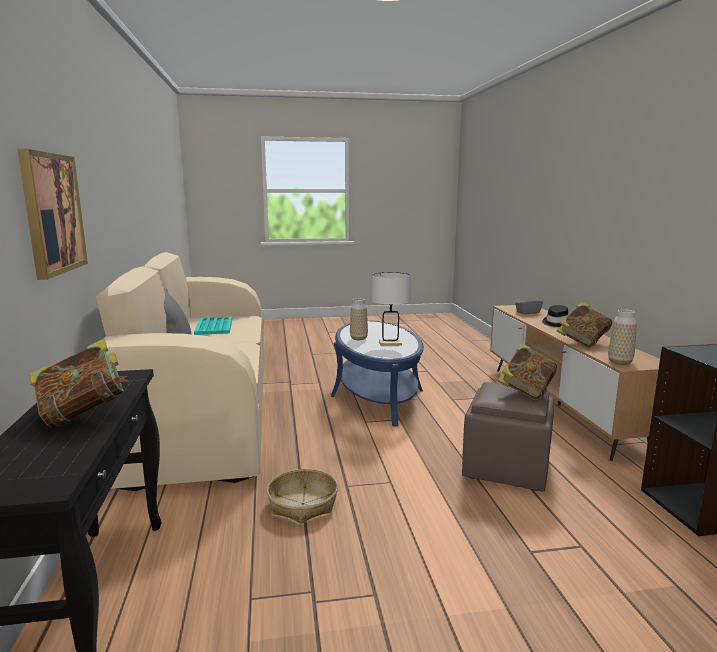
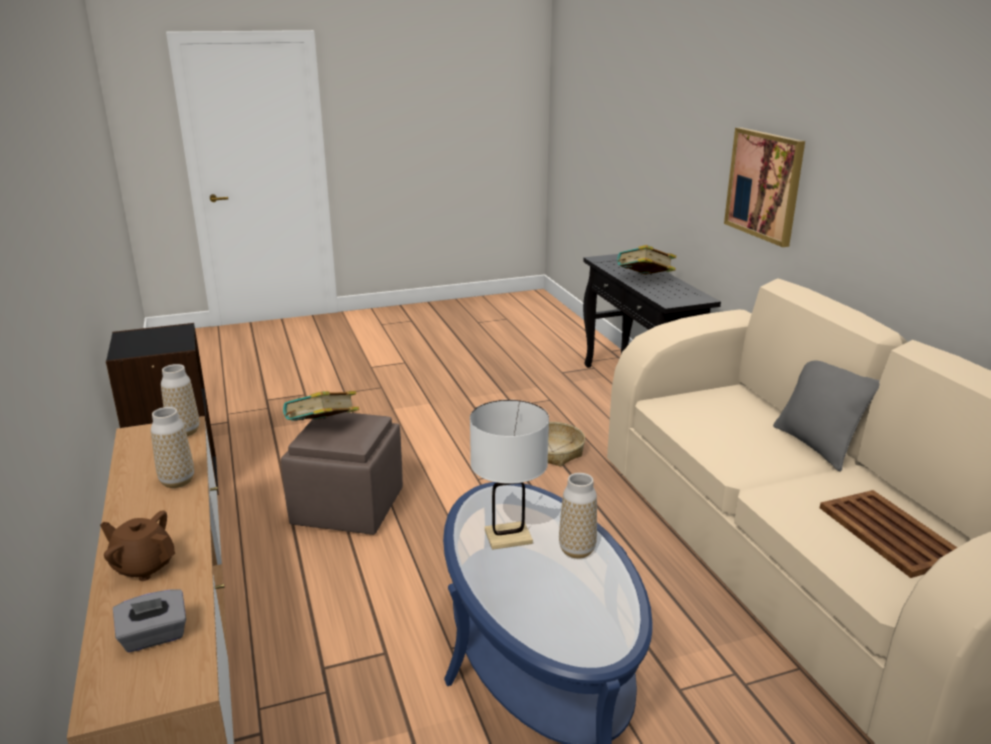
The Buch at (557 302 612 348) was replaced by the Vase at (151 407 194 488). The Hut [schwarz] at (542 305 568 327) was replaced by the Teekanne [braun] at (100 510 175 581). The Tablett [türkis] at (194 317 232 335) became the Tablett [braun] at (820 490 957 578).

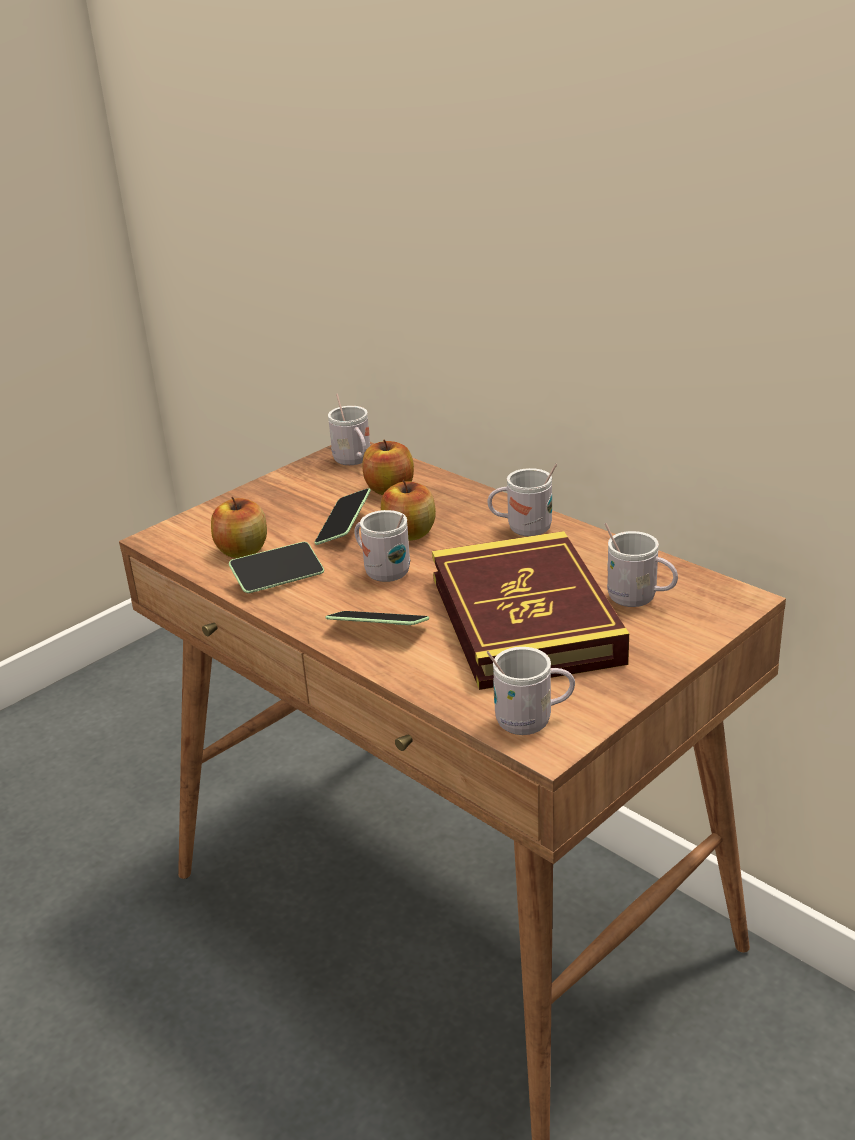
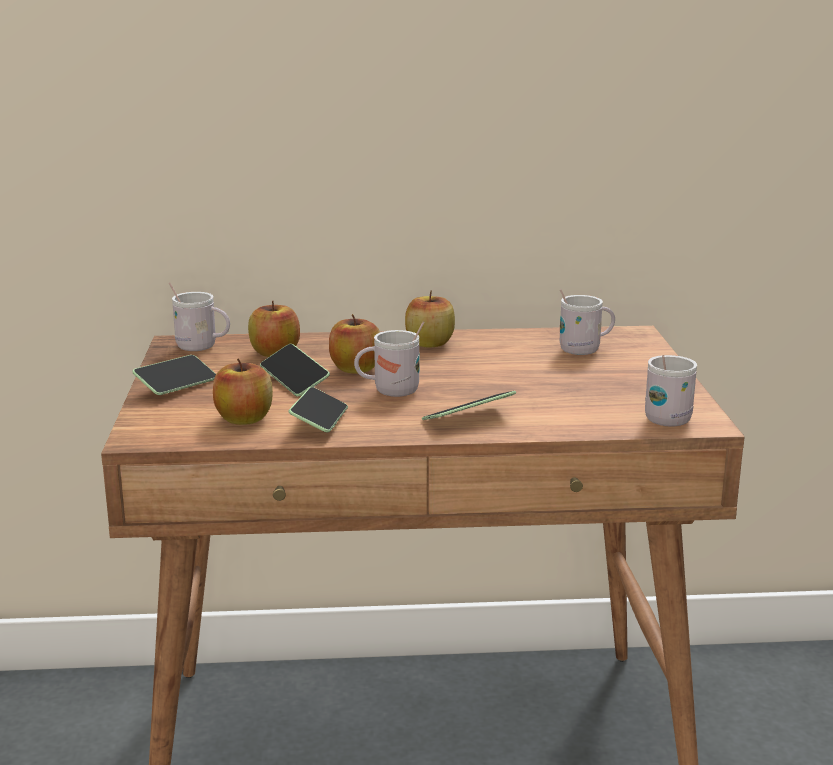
The Henkelbecher [weiß] at (488 464 557 536) was replaced by the Apfel at (405 291 455 348). The Buch at (432 531 629 690) disappeared. The Handy at (132 355 216 395) appeared.

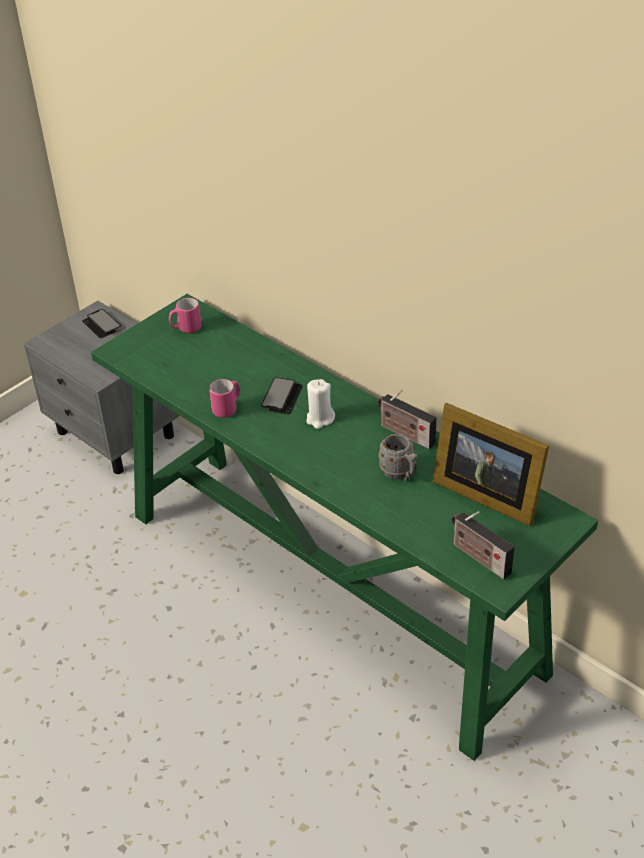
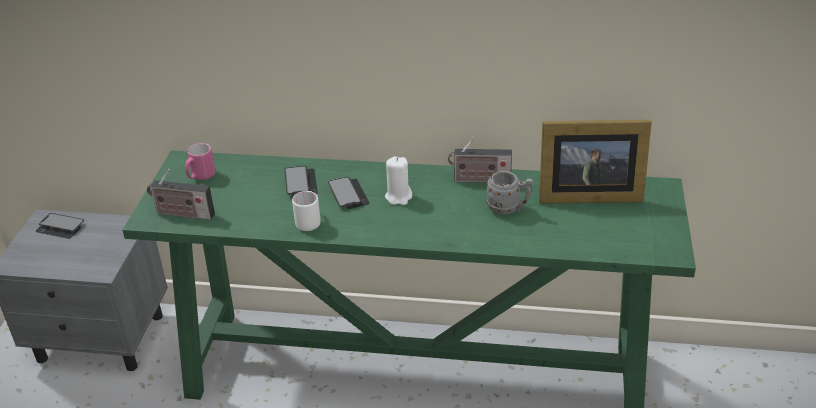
The Henkelbecher [rosa] at (209 379 240 418) became the Henkelbecher [weiß] at (292 191 321 231). The Radio moved from (451 511 514 580) to (147 169 215 220). The Handy at (284 166 318 195) appeared.

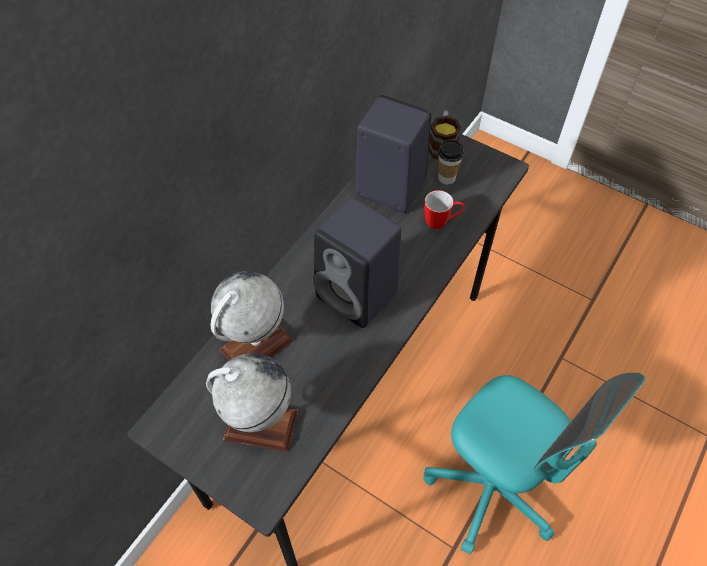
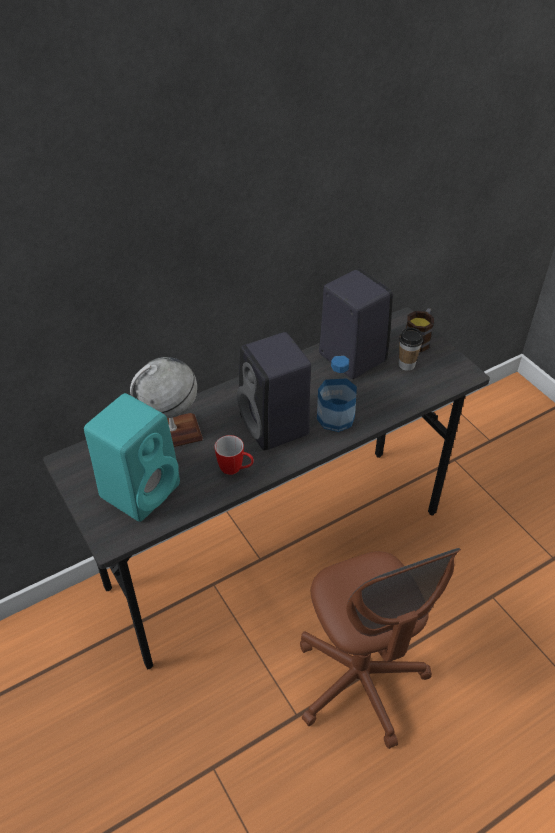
The Henkelbecher moved from (424 190 464 229) to (215 435 254 475). The Globus at (206 353 298 452) was replaced by the Lautsprecher [türkis] at (84 393 180 522). The Bürostuhl [türkis] at (423 373 645 554) became the Bürostuhl [braun] at (300 548 461 749). The Flasche at (317 356 357 432) appeared.

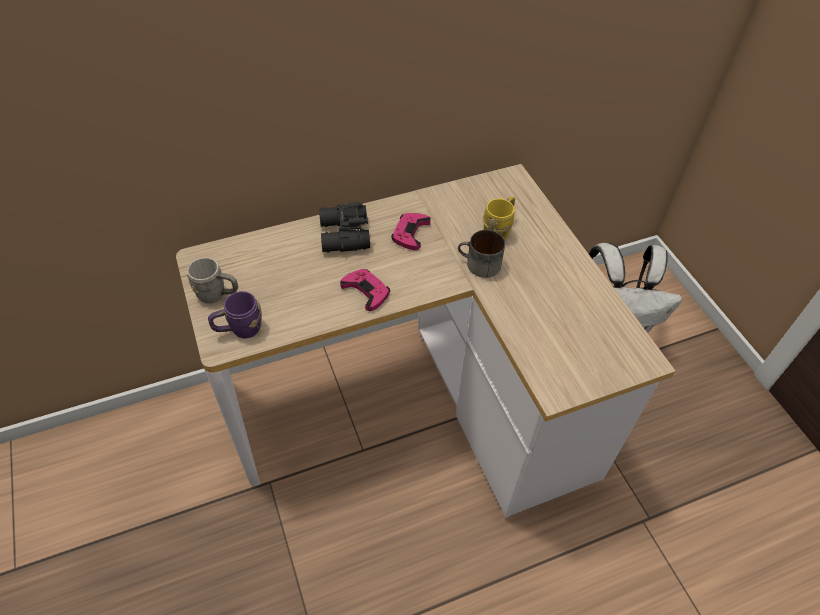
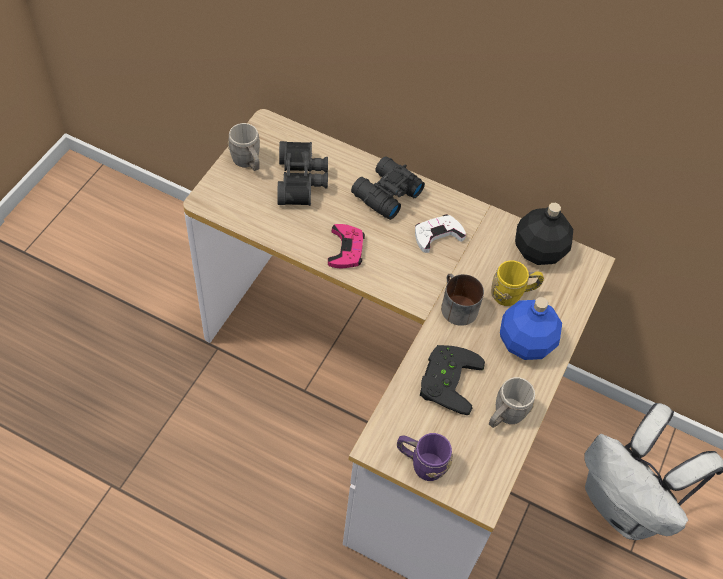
The Gamepad [rosa] at (391 213 431 250) became the Gamepad [weiß] at (415 214 466 253). The Henkelbecher [lila] moved from (208 291 262 338) to (397 433 453 481). The Fernglas [schwarz] at (277 141 328 206) appeared. The Flasche [schwarz] at (515 203 573 265) appeared. The Flasche [blau] at (500 297 562 360) appeared. The Gamepad [schwarz] at (420 345 485 415) appeared. The Henkelbecher [grau] at (489 377 535 428) appeared.

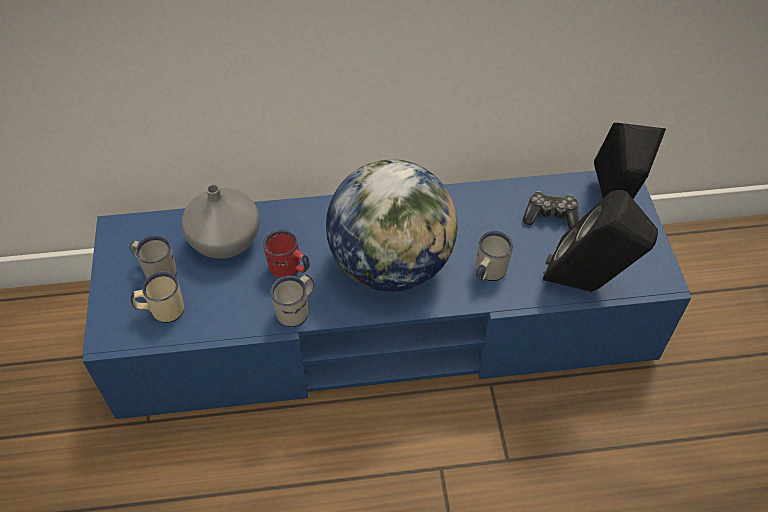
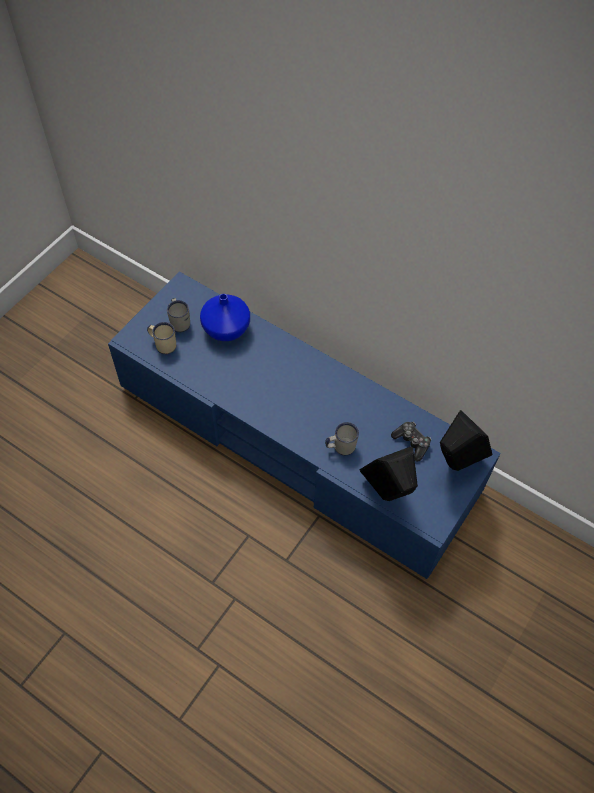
The Globus at (326 159 458 292) disappeared. The Vase [grau] at (181 184 260 259) became the Vase [blau] at (200 294 250 341). The Henkelbecher [rot] at (263 229 310 279) disappeared. The Henkelbecher [weiß] at (270 274 314 327) disappeared.

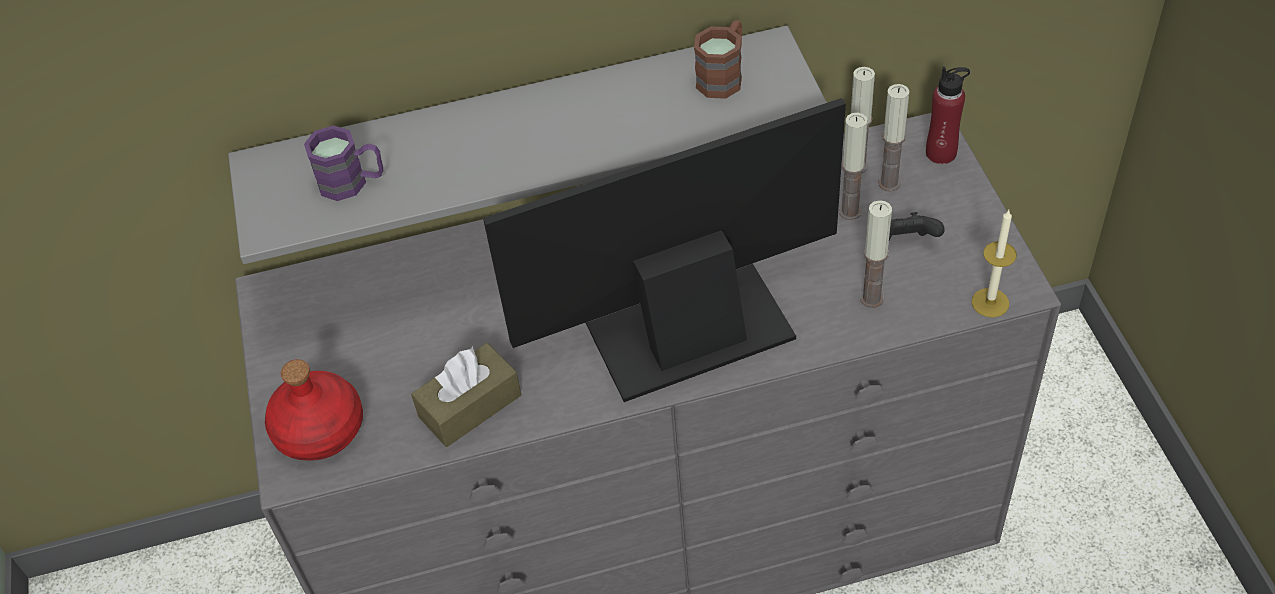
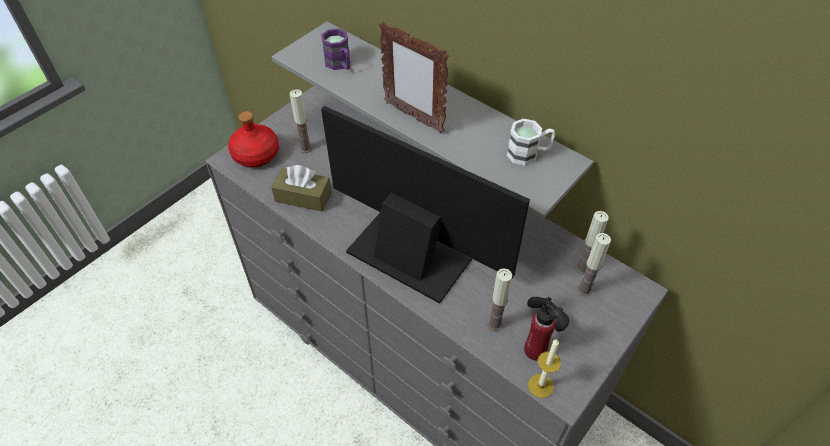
The Henkelbecher [braun] at (694 20 742 99) became the Henkelbecher [weiß] at (507 119 555 166). The Flasche [rot] moved from (926 67 970 164) to (524 301 556 361). The Kerze moved from (839 113 868 220) to (290 89 312 153). The Bilderrahmen at (379 21 449 133) appeared.

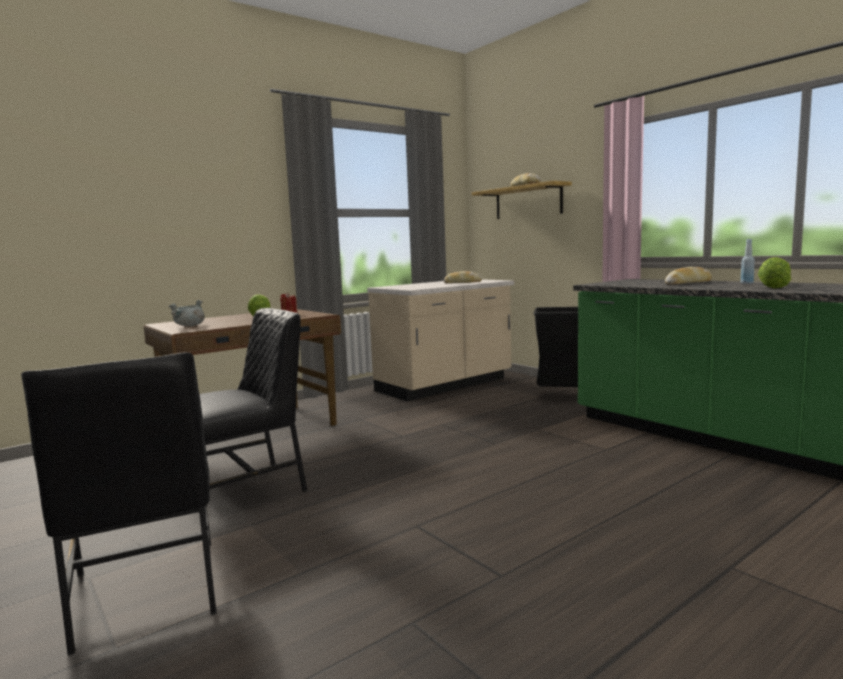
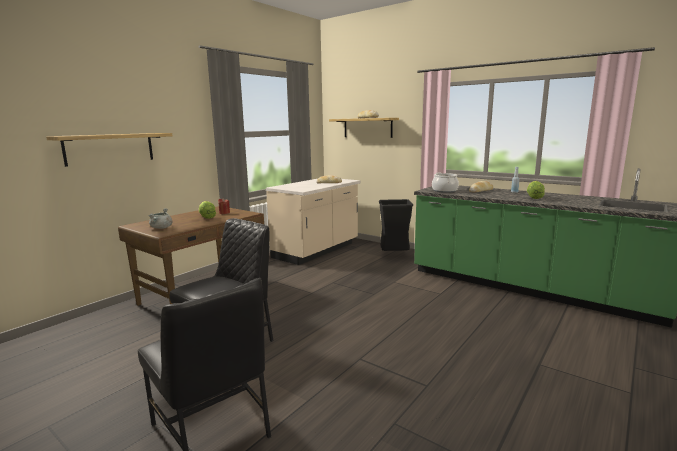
The Wandregal at (46 133 172 167) appeared. The Kochtopf at (432 173 459 193) appeared.

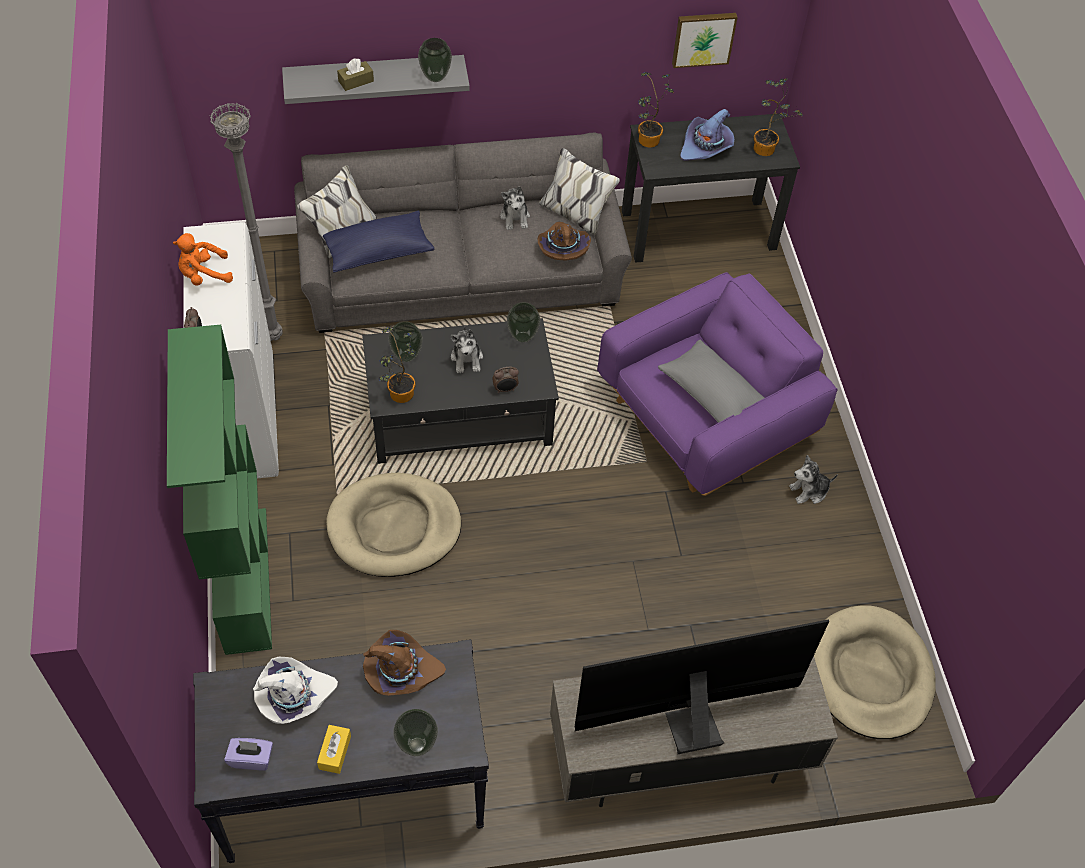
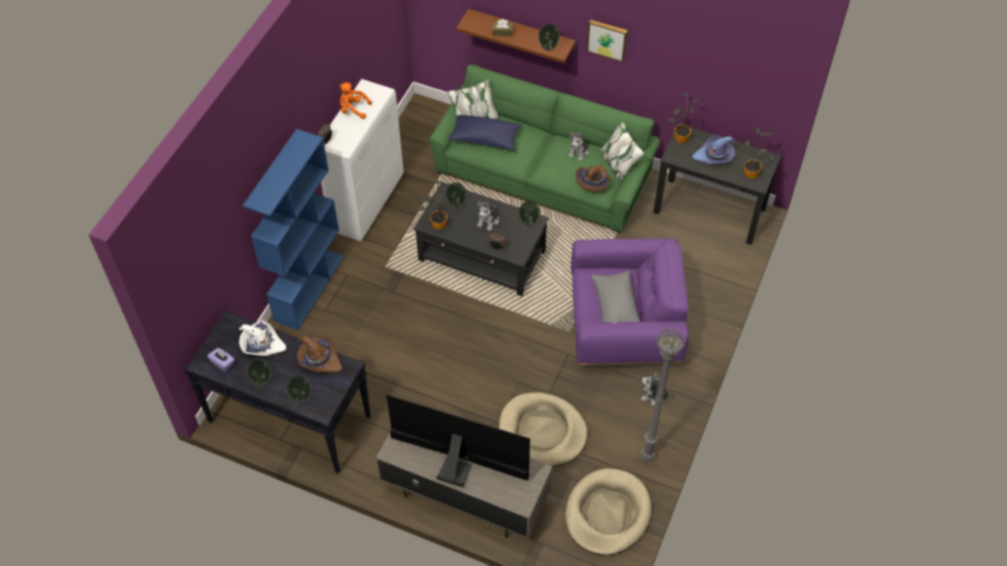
The Bild moved from (672 13 738 68) to (587 20 628 62). The Wandregal [grau] at (282 55 470 104) became the Wandregal [braun] at (456 9 576 63). The Stehlampe [grau] moved from (210 103 283 341) to (641 328 685 462). The Sofa [grau] at (294 132 632 333) became the Sofa [grün] at (429 64 660 233). The Bücherregal [grün] at (167 325 272 655) became the Bücherregal [blau] at (243 129 344 330). The Hundebett [beige] moved from (326 473 461 577) to (499 392 588 466). The Taschentuchbox [gelb] at (317 725 351 774) was replaced by the Vase at (246 358 271 386).

